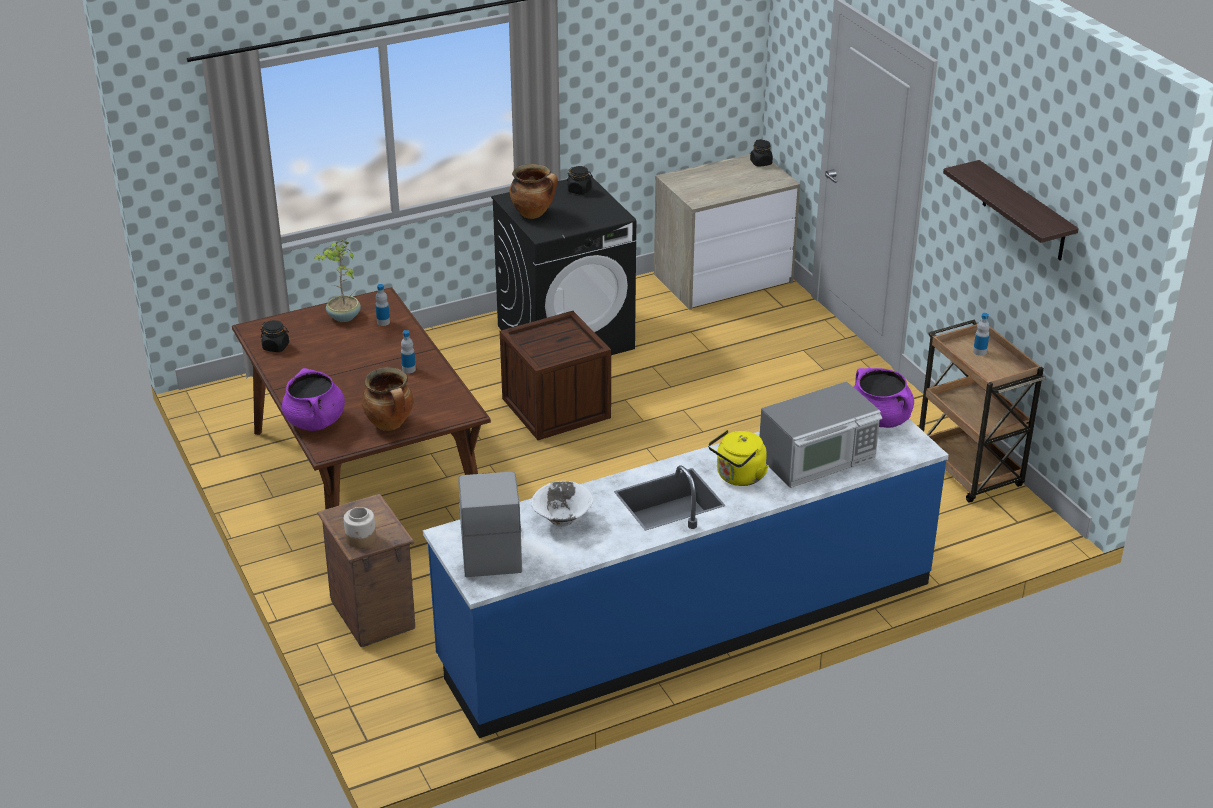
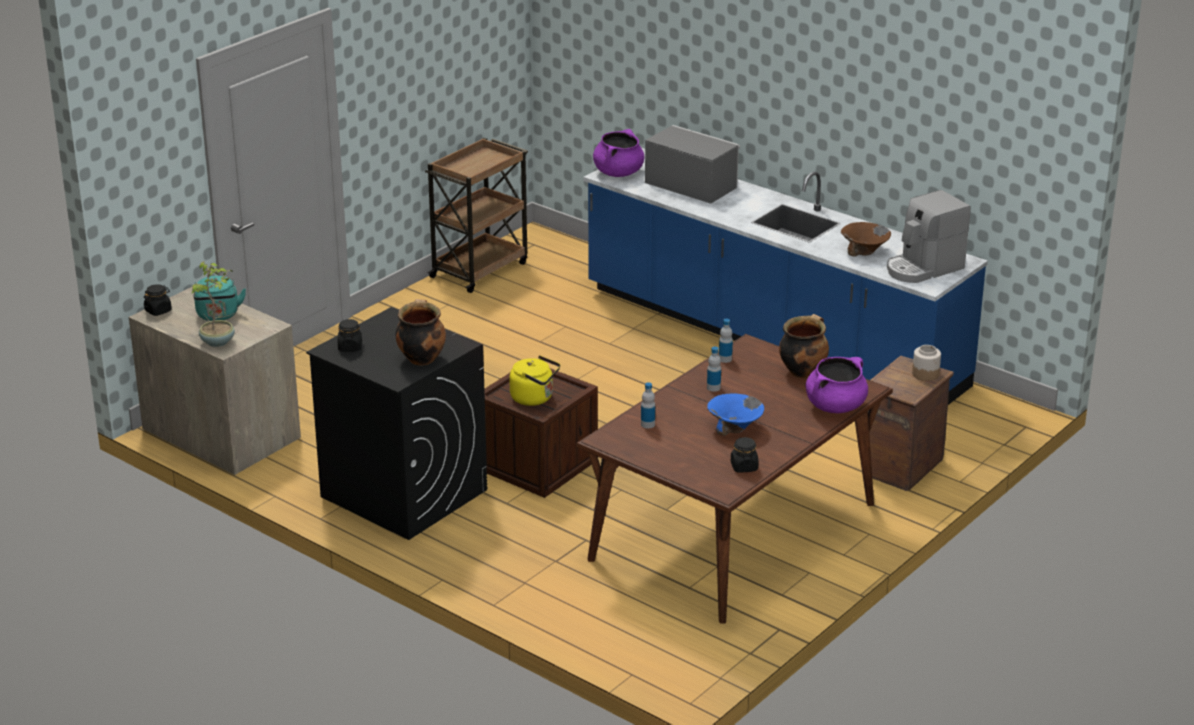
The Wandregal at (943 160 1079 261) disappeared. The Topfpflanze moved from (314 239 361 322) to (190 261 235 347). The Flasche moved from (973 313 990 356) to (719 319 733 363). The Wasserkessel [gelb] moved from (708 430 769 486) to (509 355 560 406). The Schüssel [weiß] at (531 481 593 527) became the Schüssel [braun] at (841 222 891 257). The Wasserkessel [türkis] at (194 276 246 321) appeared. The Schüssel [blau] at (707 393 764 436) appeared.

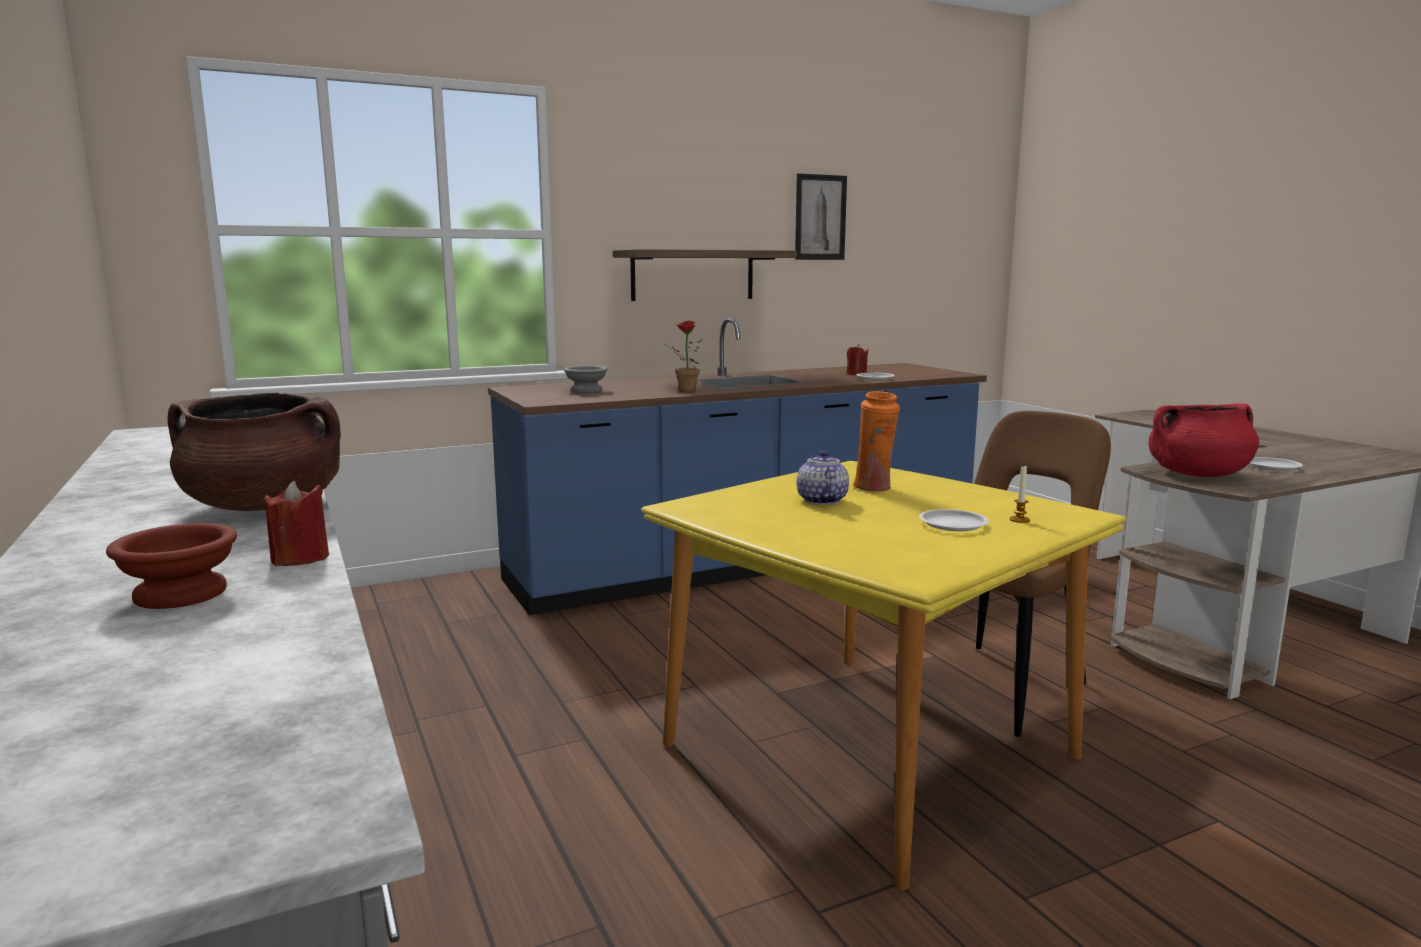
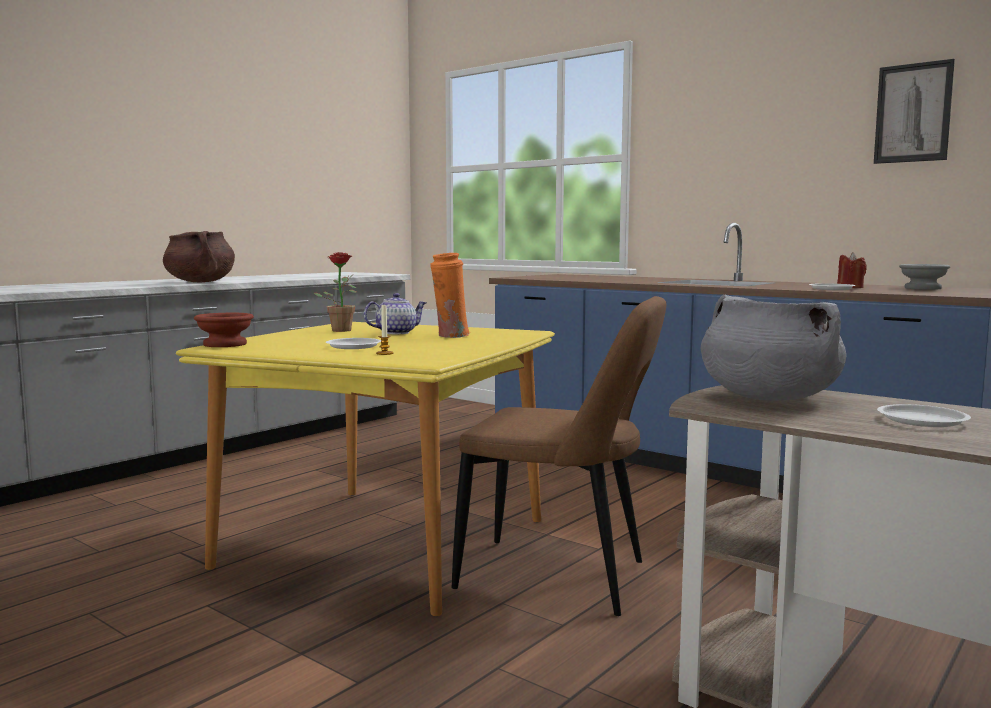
The Wandregal at (613 249 797 301) disappeared. The Topfpflanze moved from (662 321 701 392) to (313 252 356 332). The Schüssel [grau] moved from (564 366 608 393) to (899 264 950 290). The Kochtopf [rot] at (1149 403 1259 477) became the Kochtopf [grau] at (701 295 846 401). The Kerze [rot] at (264 481 329 566) disappeared. The Schüssel [braun] moved from (106 523 237 609) to (194 313 254 347).

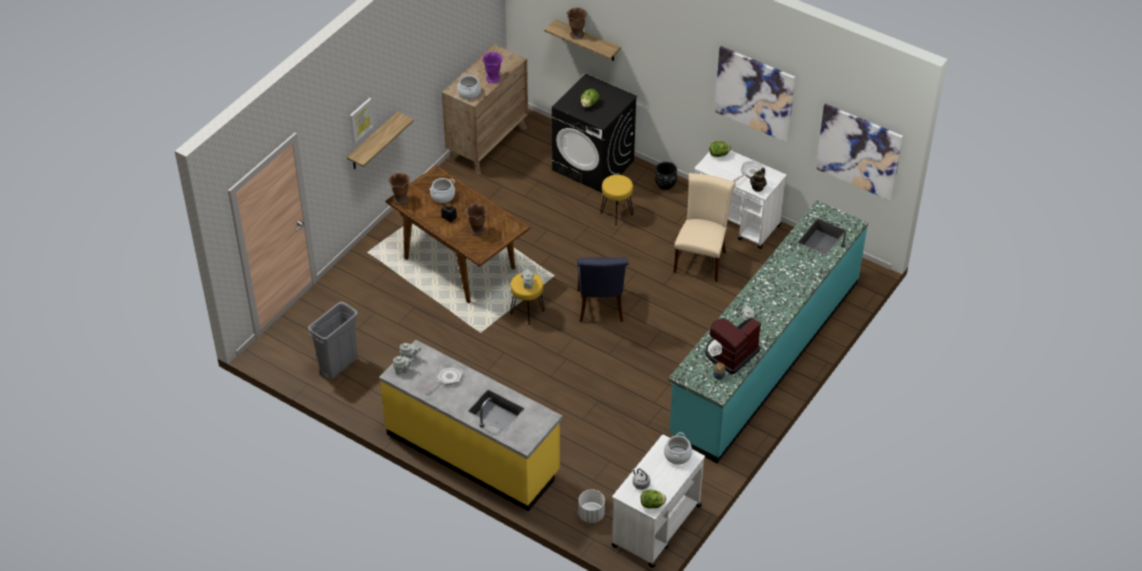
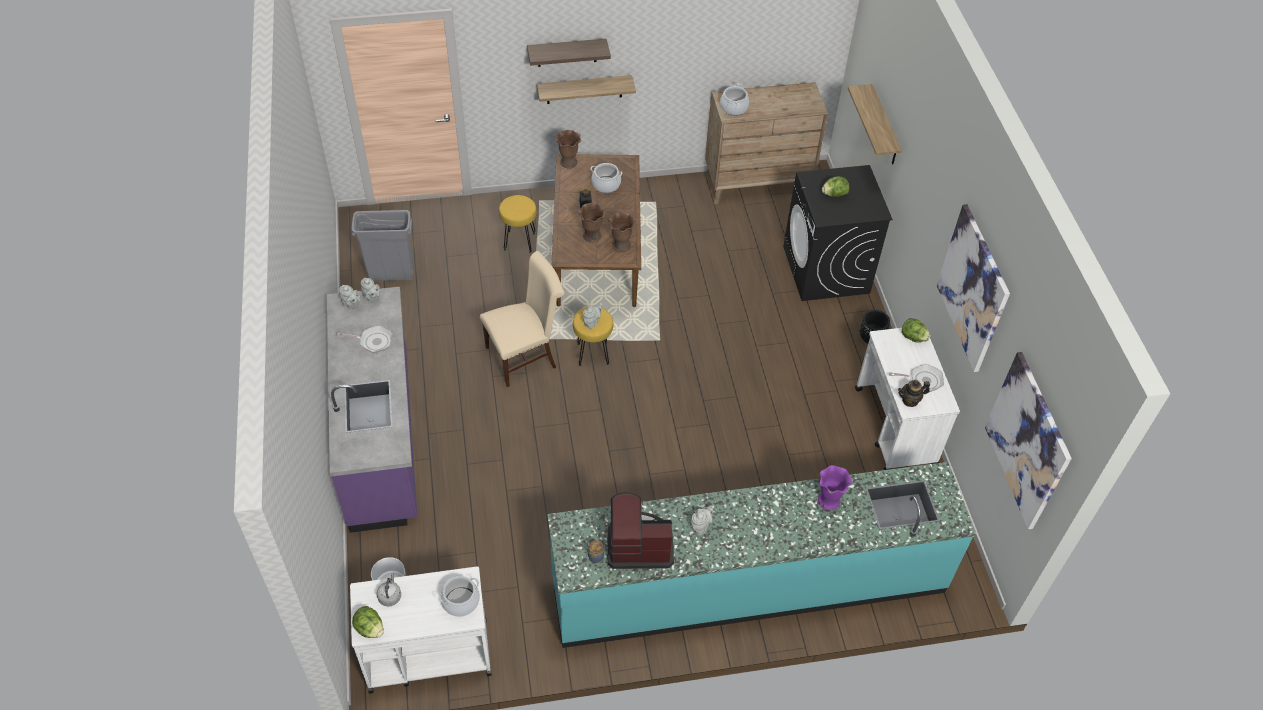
The Vase [braun] moved from (567 8 588 39) to (608 212 636 252). The Vase [lila] moved from (482 52 503 83) to (818 465 852 510). The Bild at (350 98 374 144) was replaced by the Wandregal at (527 39 611 67). The Stuhl [beige] moved from (674 173 736 282) to (480 251 565 387). The Hocker [gelb] moved from (600 175 633 225) to (499 195 537 253). The Stuhl [blau] at (577 257 629 322) disappeared. The Küchenzeile [gelb] at (379 340 563 511) became the Küchenzeile [lila] at (327 287 417 533).

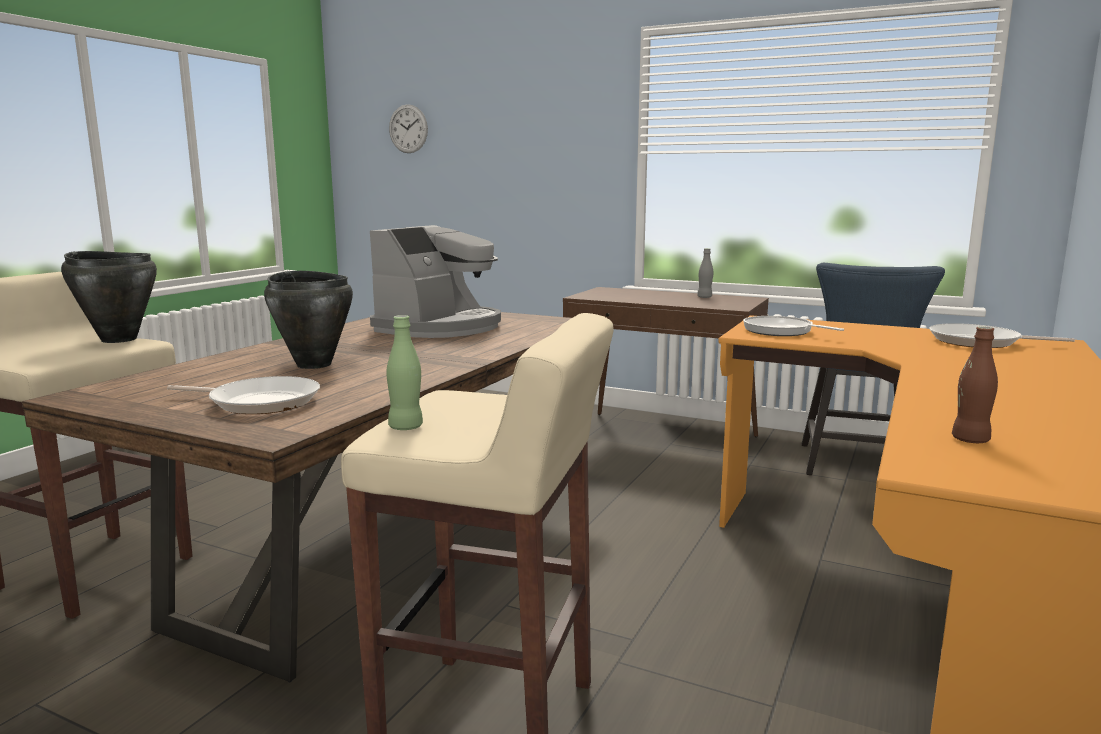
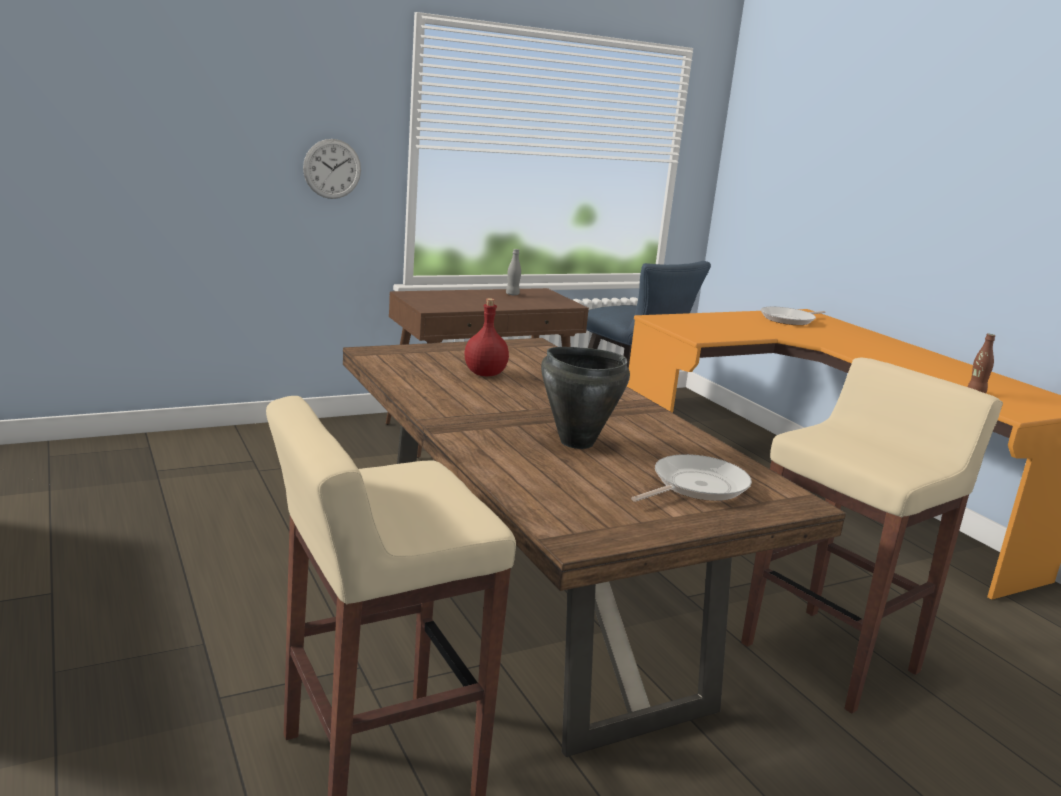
The Wanduhr moved from (389 104 428 153) to (303 139 361 199). The Kaffeemaschine at (370 225 501 338) was replaced by the Flasche [rot] at (464 298 509 376). The Kochtopf [schwarz] at (61 251 157 343) disappeared. The Flasche [grün] at (387 315 423 430) disappeared. The Pfanne at (743 316 844 336) disappeared.

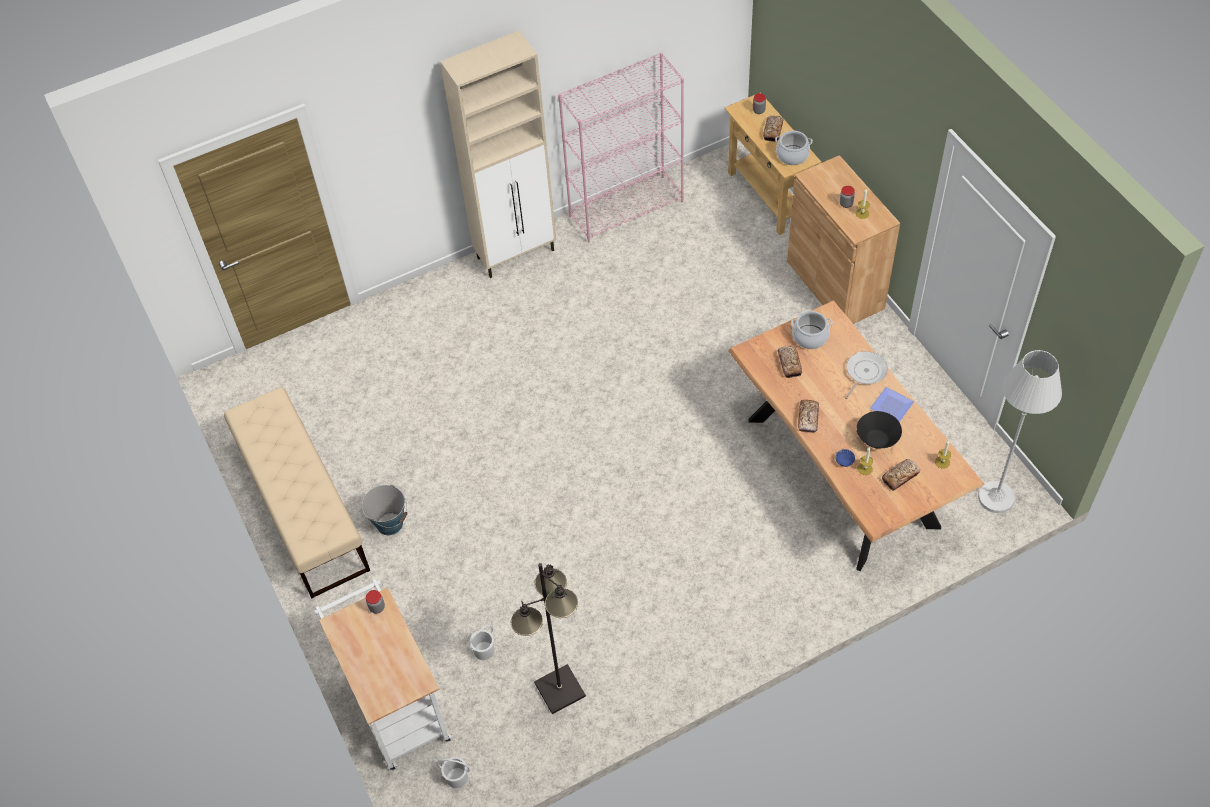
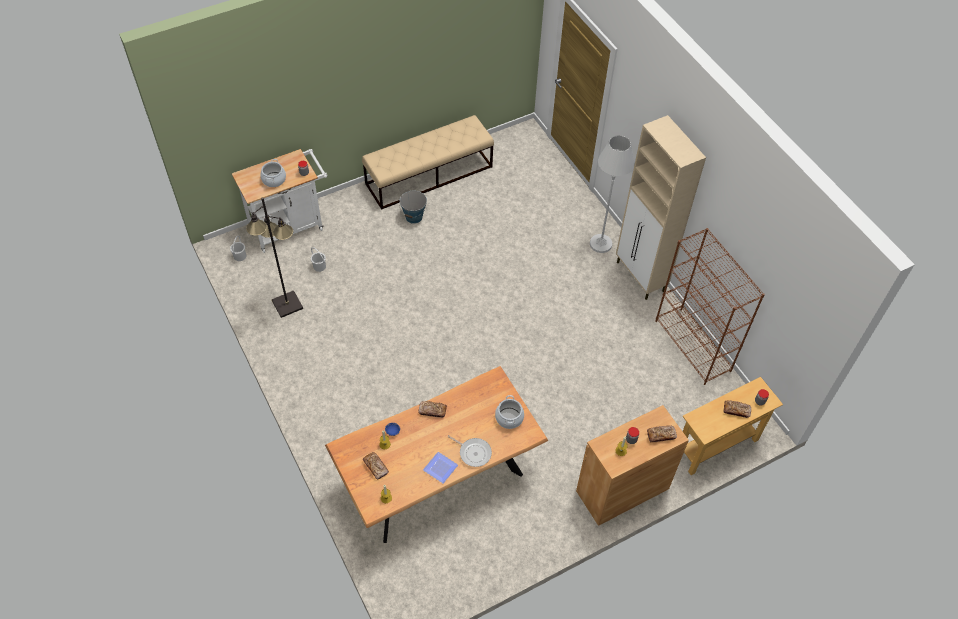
The Bücherregal [rosa] at (558 53 684 243) became the Bücherregal [braun] at (655 228 765 385). The Kochtopf moved from (775 131 813 165) to (260 159 286 187). The Brot moved from (777 346 802 378) to (647 425 677 443). The Stehlampe [weiß] moved from (978 350 1062 513) to (590 135 635 253). The Schüssel [schwarz] at (857 411 902 449) disappeared.

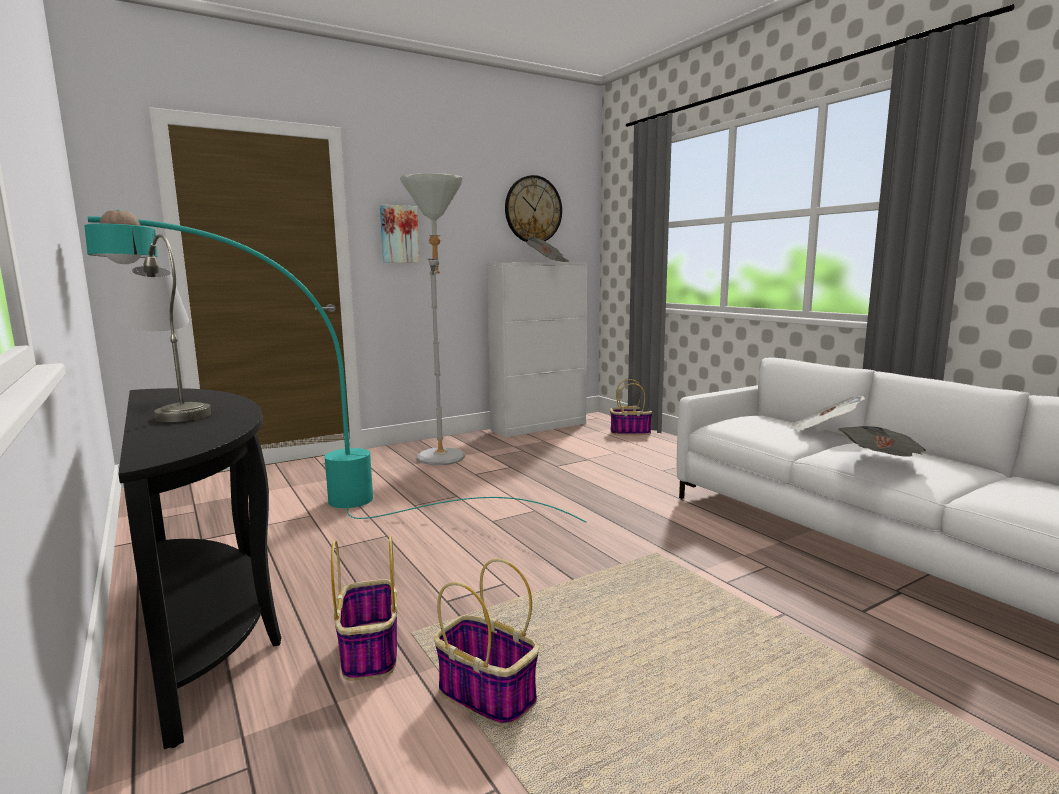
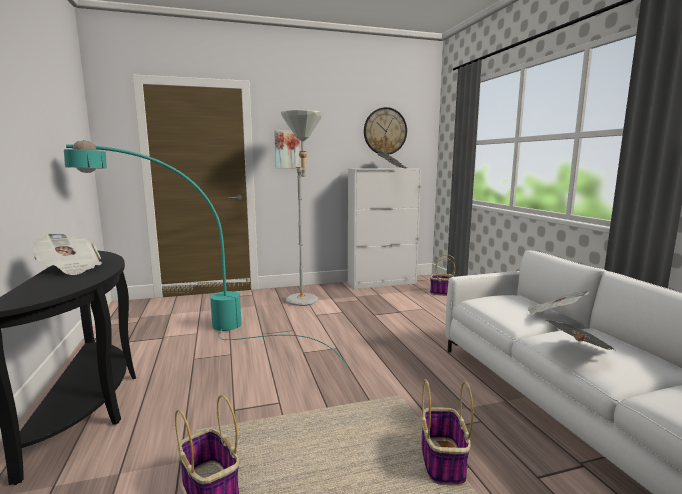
The Tischlampe [grau] at (115 234 211 422) was replaced by the Zeitung at (33 233 102 275). The Korb moved from (331 535 397 681) to (421 379 473 486).

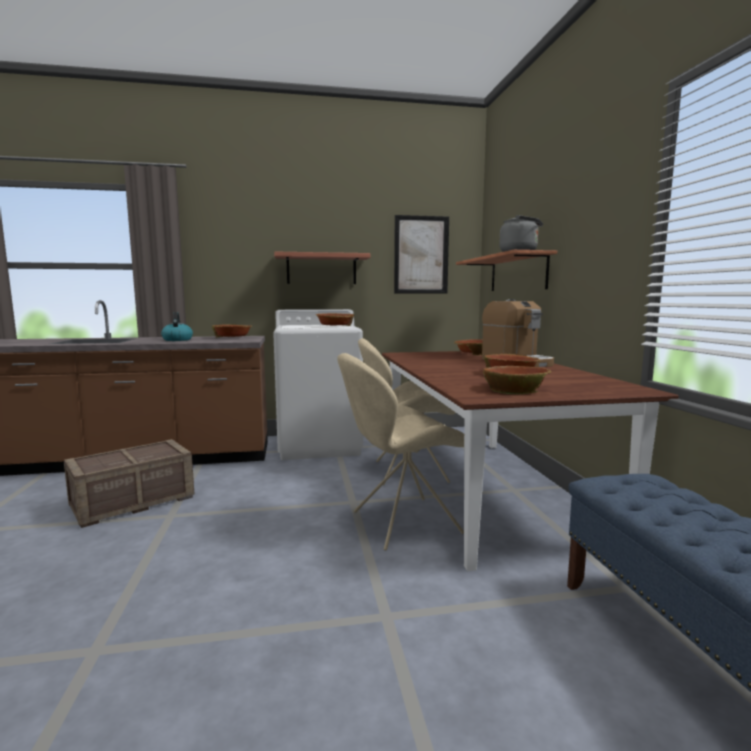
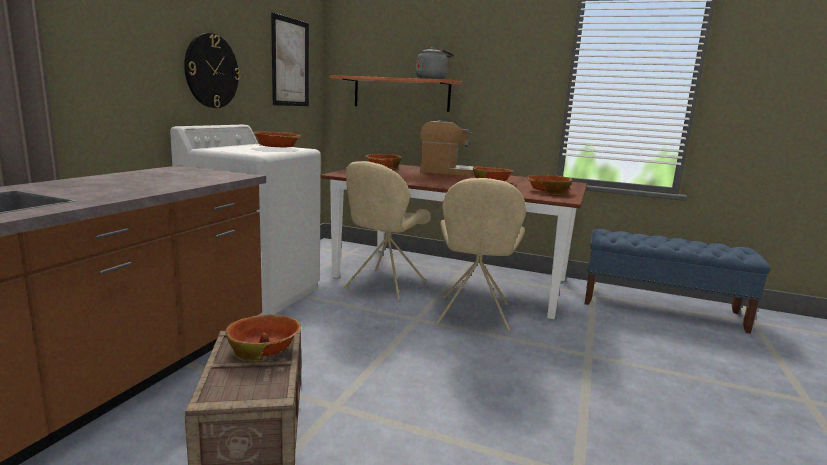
The Wandregal at (274 252 371 284) was replaced by the Wanduhr at (184 33 240 108). The Wasserkessel at (161 312 193 341) disappeared. The Schüssel moved from (212 324 252 337) to (226 314 301 362).

